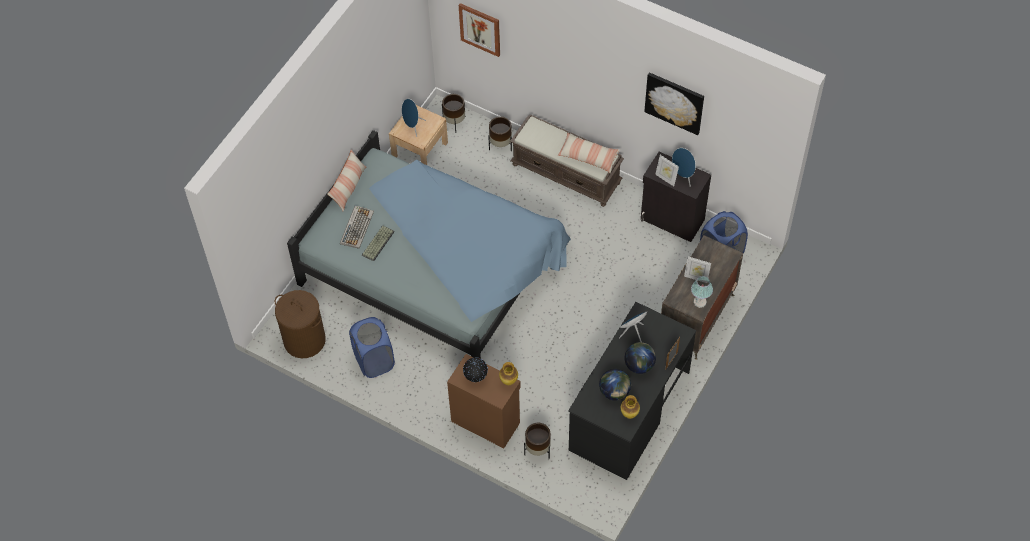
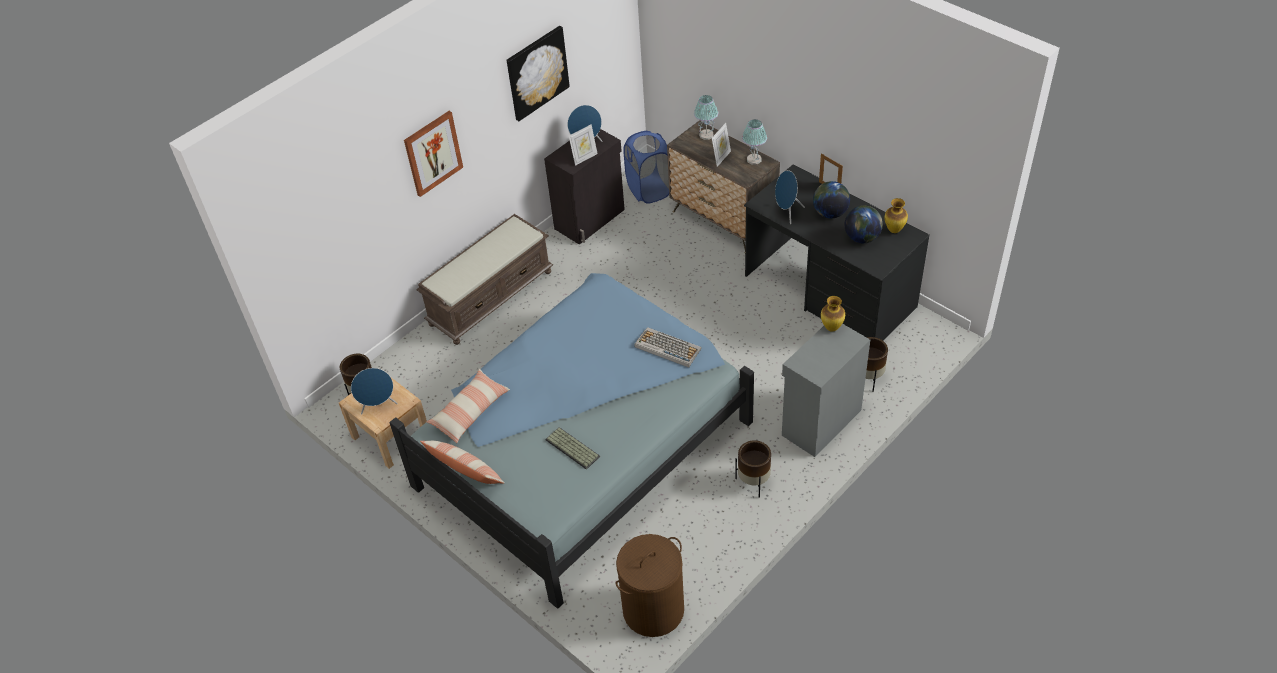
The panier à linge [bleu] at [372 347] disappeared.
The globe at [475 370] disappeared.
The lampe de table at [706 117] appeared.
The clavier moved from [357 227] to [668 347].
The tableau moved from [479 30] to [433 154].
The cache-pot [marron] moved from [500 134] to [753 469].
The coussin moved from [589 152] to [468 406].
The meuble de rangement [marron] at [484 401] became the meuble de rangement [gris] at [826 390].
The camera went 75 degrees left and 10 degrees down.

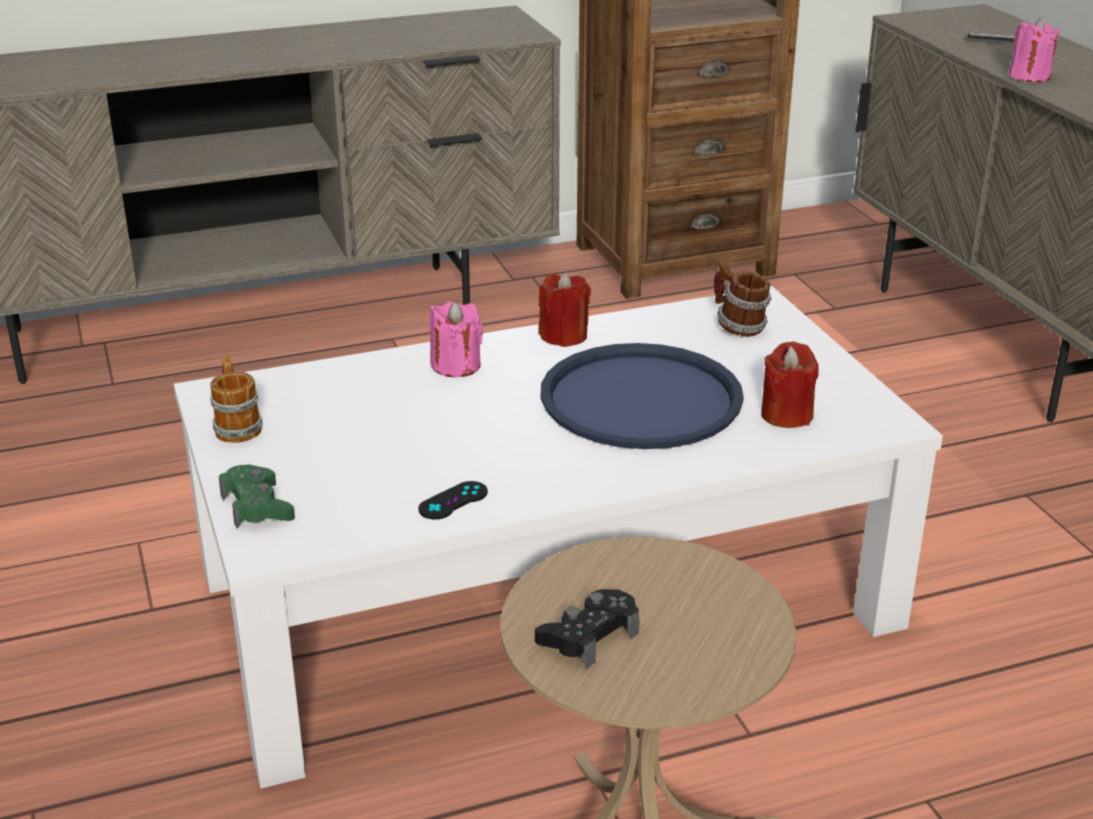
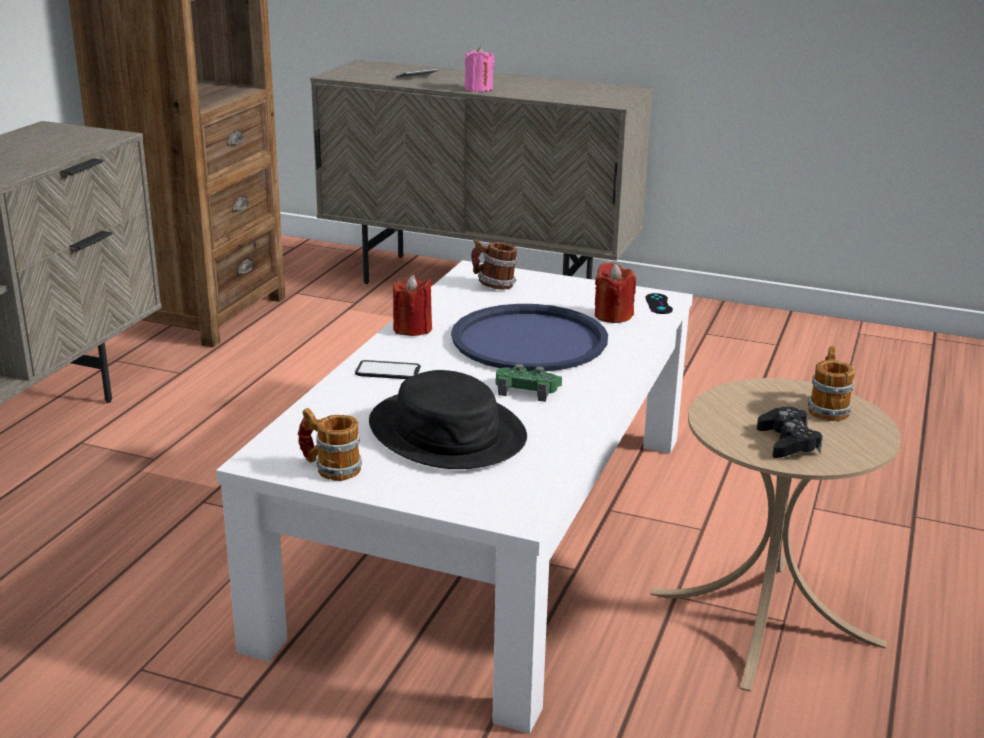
The chapeau [noir] at [448 419] appeared.
The mug at [831 383] appeared.
The manette [vert] moved from [257 496] to [529 383].
The manette [noir] moved from [453 500] to [659 303].
The bougie [rose] at [456 339] was replaced by the téléphone at [388 369].
The camera went 50 degrees left and 5 degrees down.

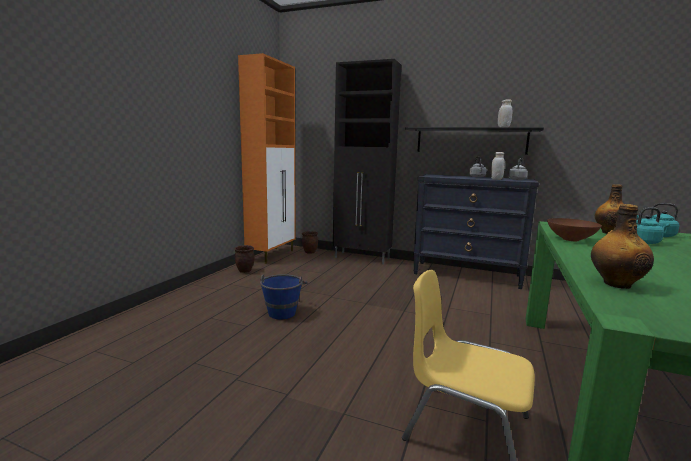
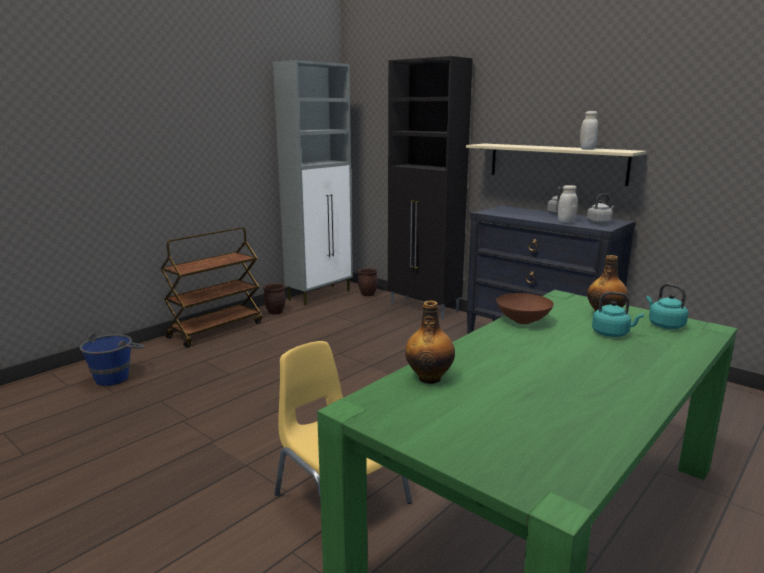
The chariot [marron] at [211 287] appeared.
The seau [bleu] moved from [283 296] to [112 359].
The meuble de rangement [orange] at [267 158] became the meuble de rangement [gris] at [313 183].
The étagère [noir] at [474 141] became the étagère [beige] at [556 164].
The camera went 20 degrees right and 5 degrees up.

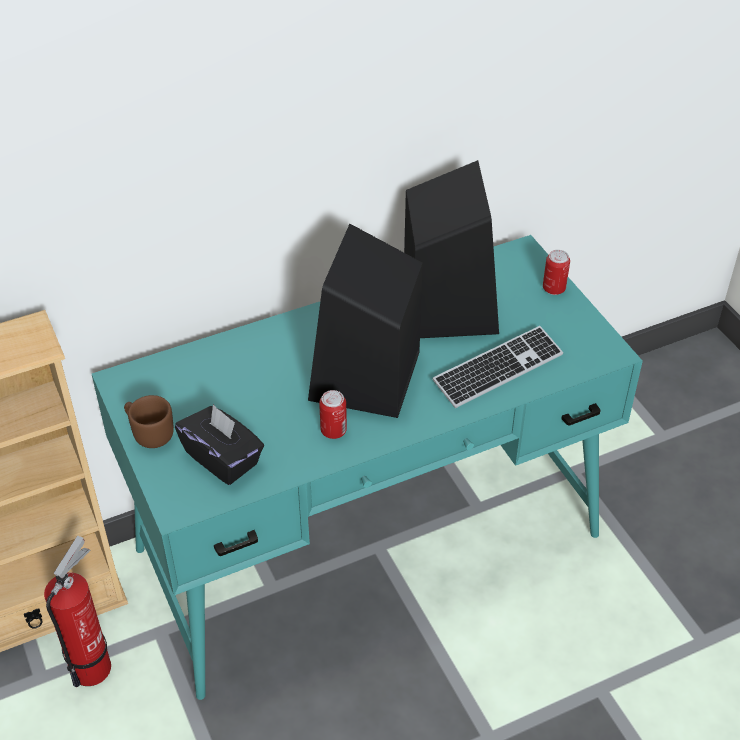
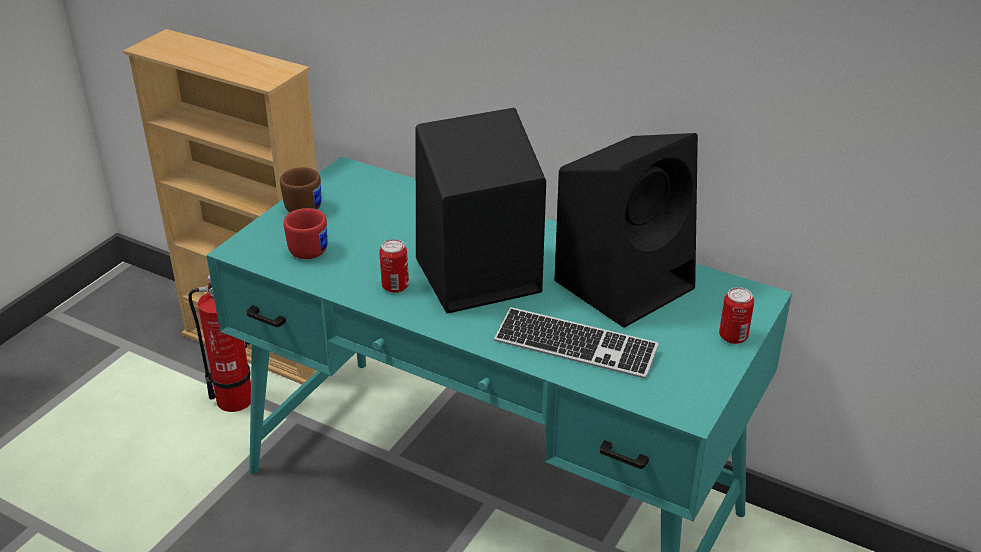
The boîte à mouchoirs [noir] at [219 444] was replaced by the mug [rouge] at [306 233].
The camera went 55 degrees right and 10 degrees down.

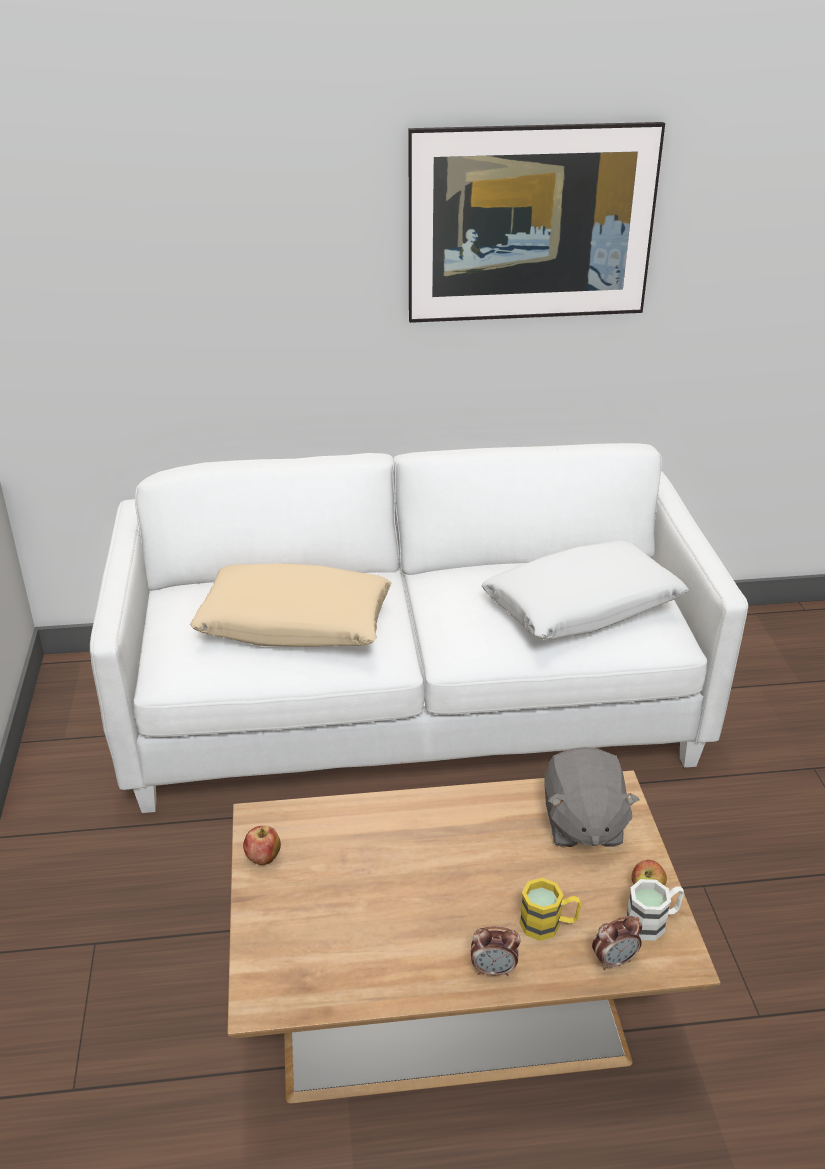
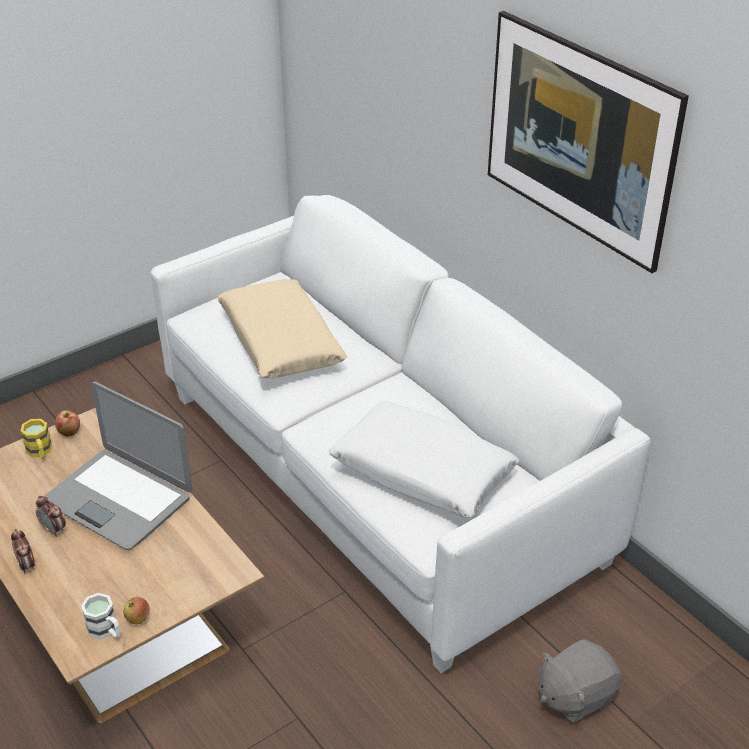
The ordinateur portable at [118 466] appeared.
The mug [jaune] moved from [550 909] to [36 439].
The peluche [gris] moved from [592 797] to [580 681].
The réveil moved from [617 943] to [51 516].
The camera went 60 degrees right and 5 degrees up.

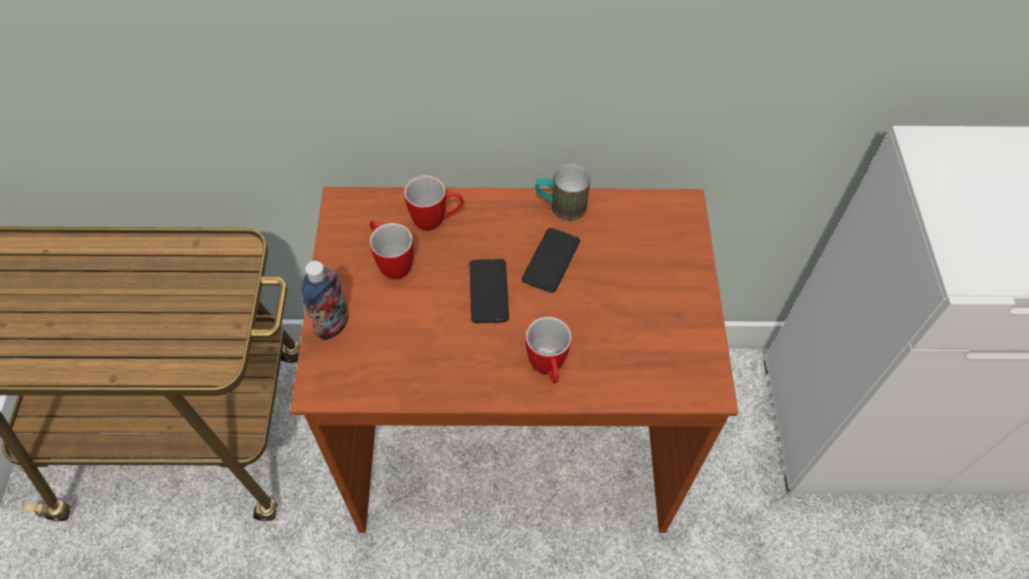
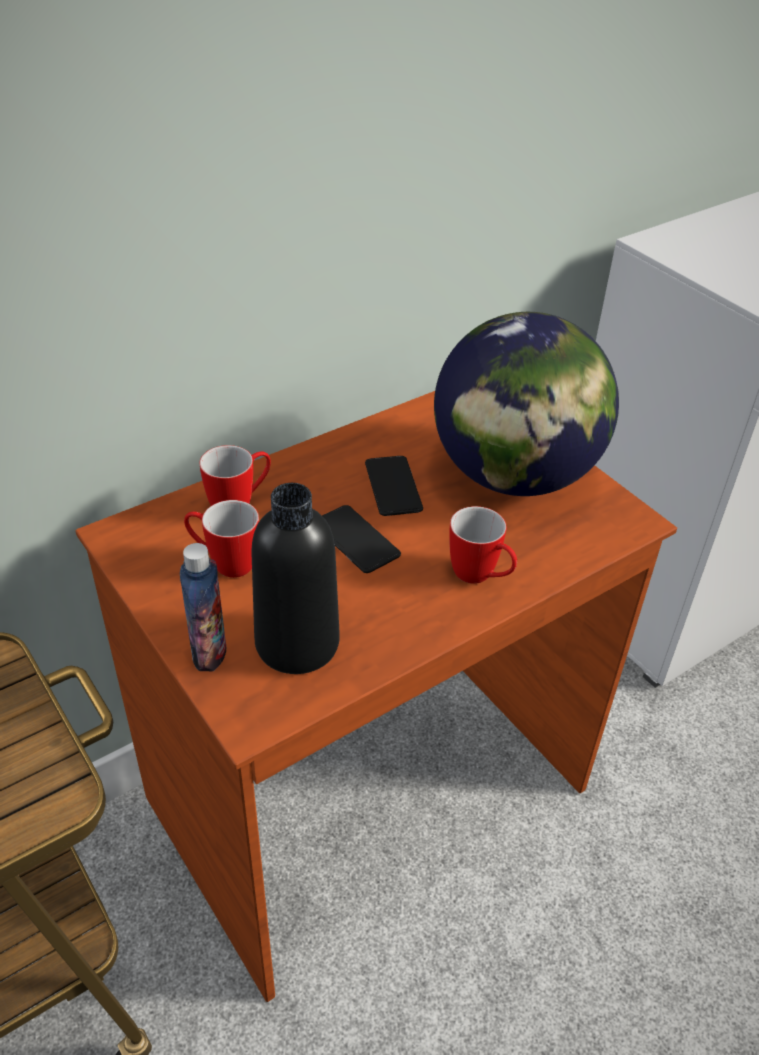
The mug at [563 192] disappeared.
The bouteille [noir] at [295 578] appeared.
The globe at [526 404] appeared.
The camera went 35 degrees left and 15 degrees down.

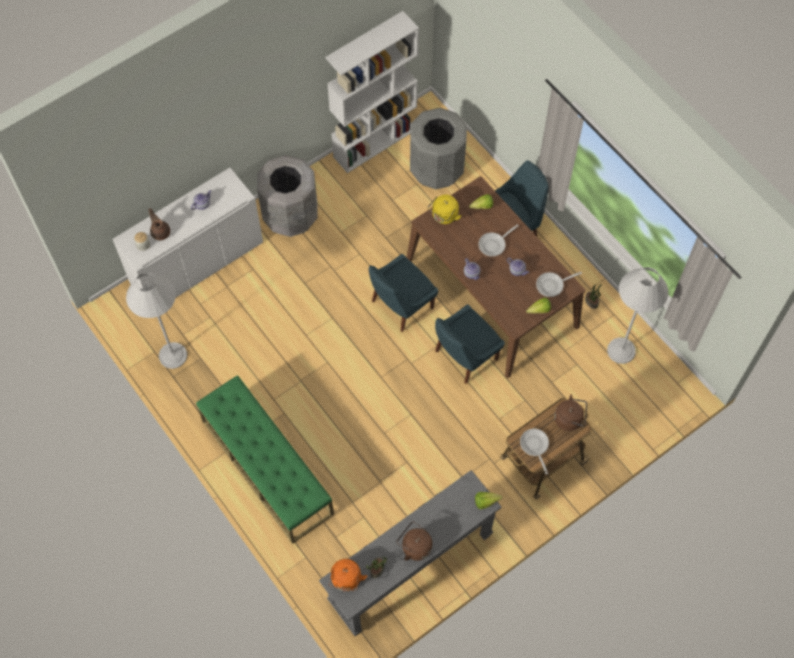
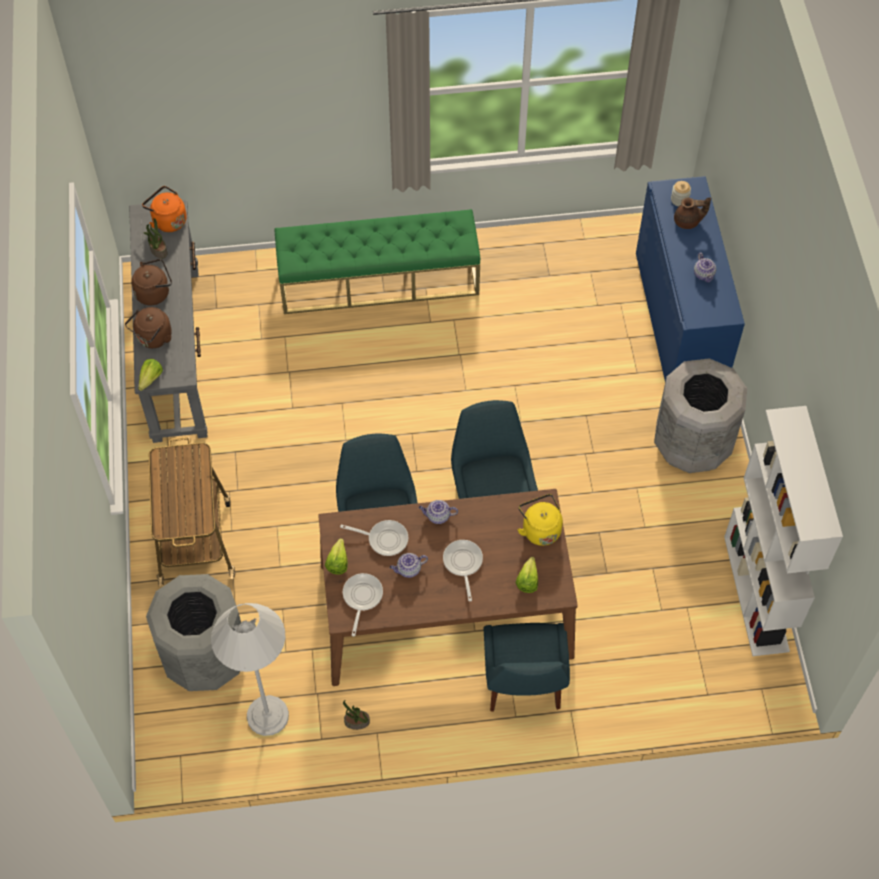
The lampadaire [blanc] at [156 321] disappeared.
The poubelle [gris] moved from [438 148] to [193 632].
The poêle moved from [534 451] to [374 538].
The bouilloire [marron] moved from [570 412] to [148 327].
The meuble de rangement [blanc] at [188 232] became the meuble de rangement [bleu] at [690 279].
The camera went 120 degrees right and 5 degrees down.

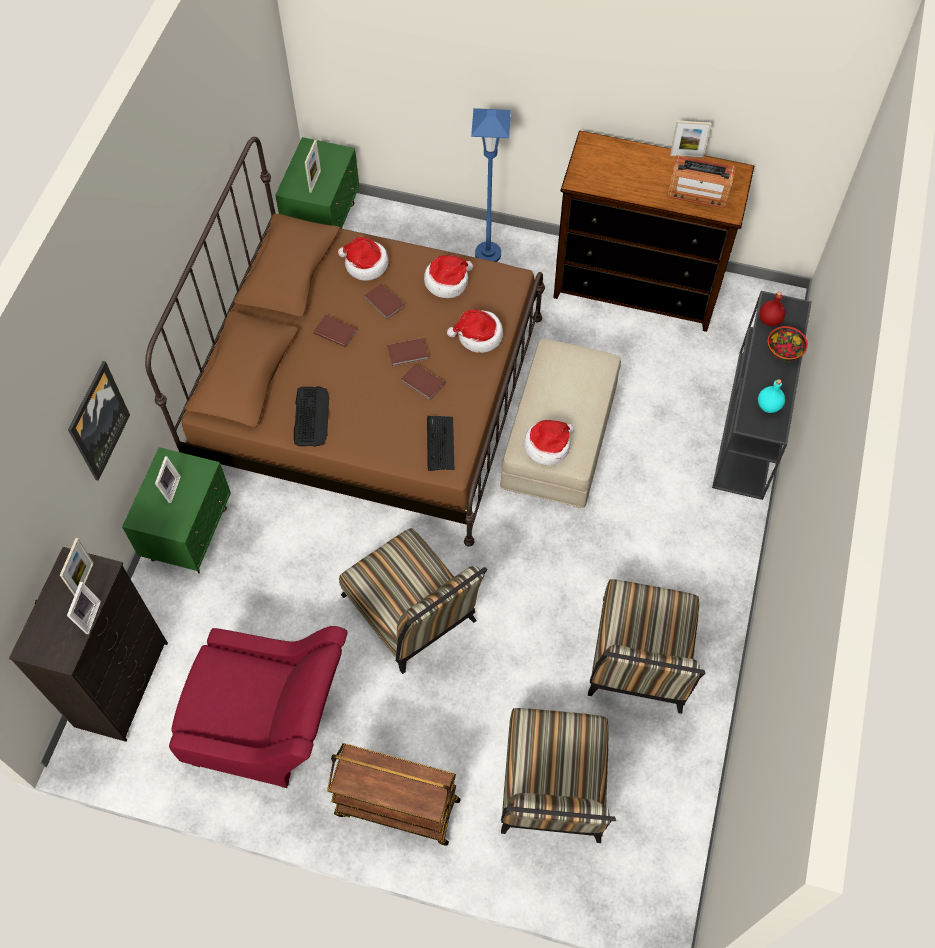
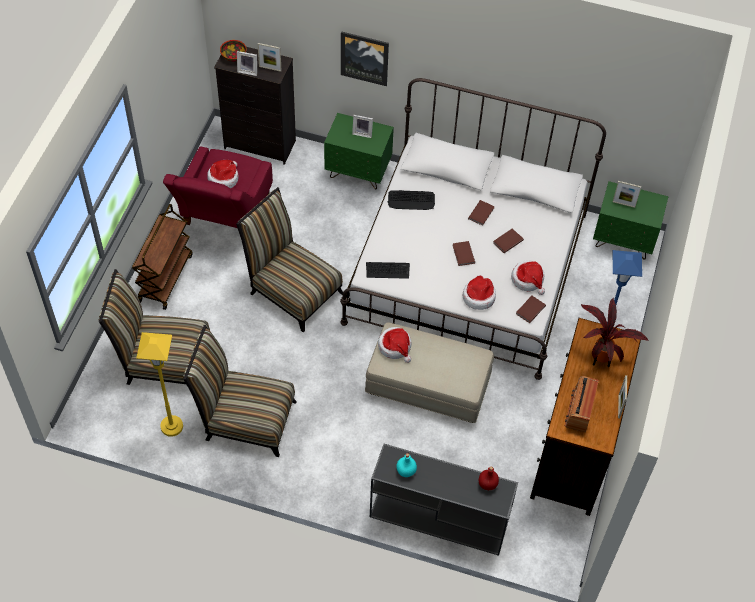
The lampadaire [jaune] at [159 384] appeared.
The plante en pot at [615 332] appeared.
The chapeau moved from [363 259] to [223 174].
The livre [marron] moved from [423 382] to [531 309].
The bol moved from [788 343] to [233 51].
The lit [marron] at [345 342] became the lit [blanc] at [473 229].
The chaise at [413 601] turned 75 degrees clockwise.
The camera went 90 degrees right and 5 degrees down.

